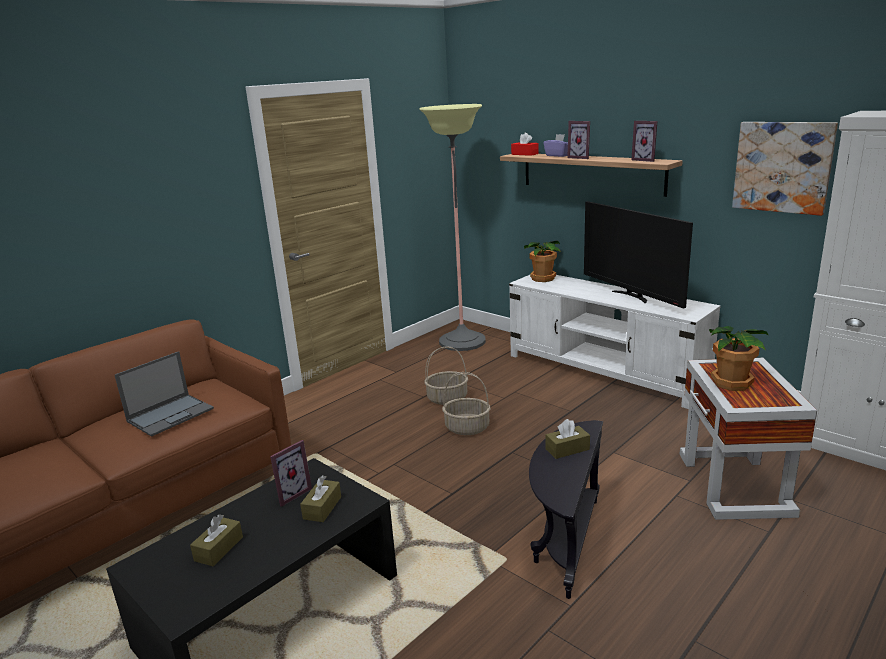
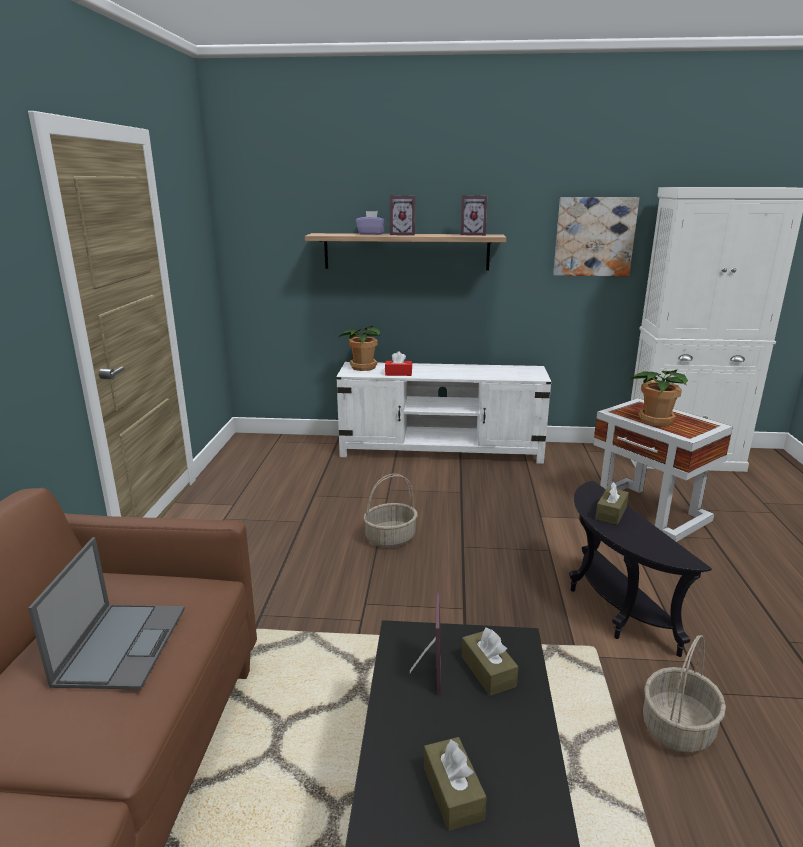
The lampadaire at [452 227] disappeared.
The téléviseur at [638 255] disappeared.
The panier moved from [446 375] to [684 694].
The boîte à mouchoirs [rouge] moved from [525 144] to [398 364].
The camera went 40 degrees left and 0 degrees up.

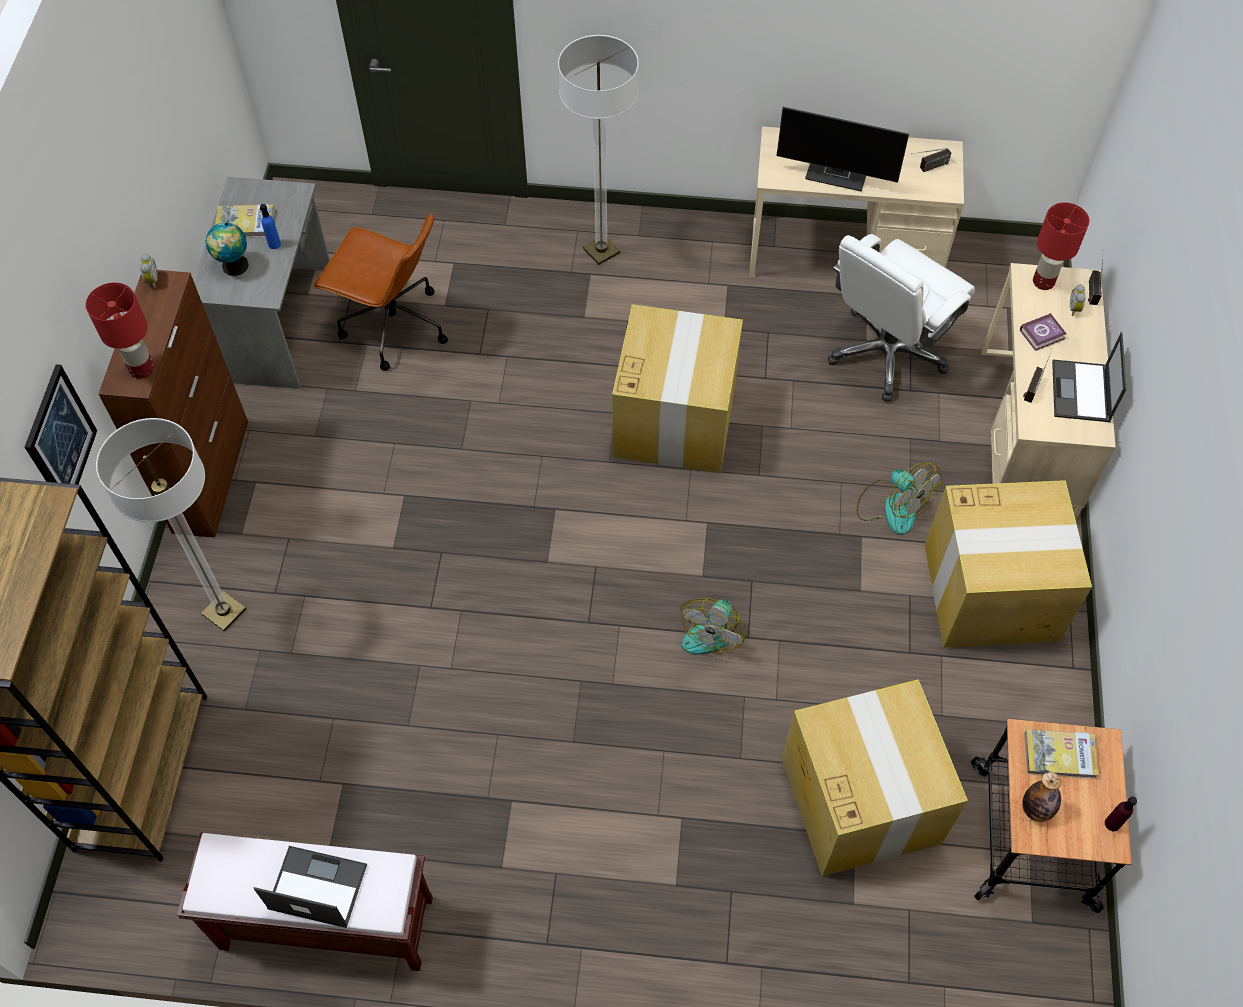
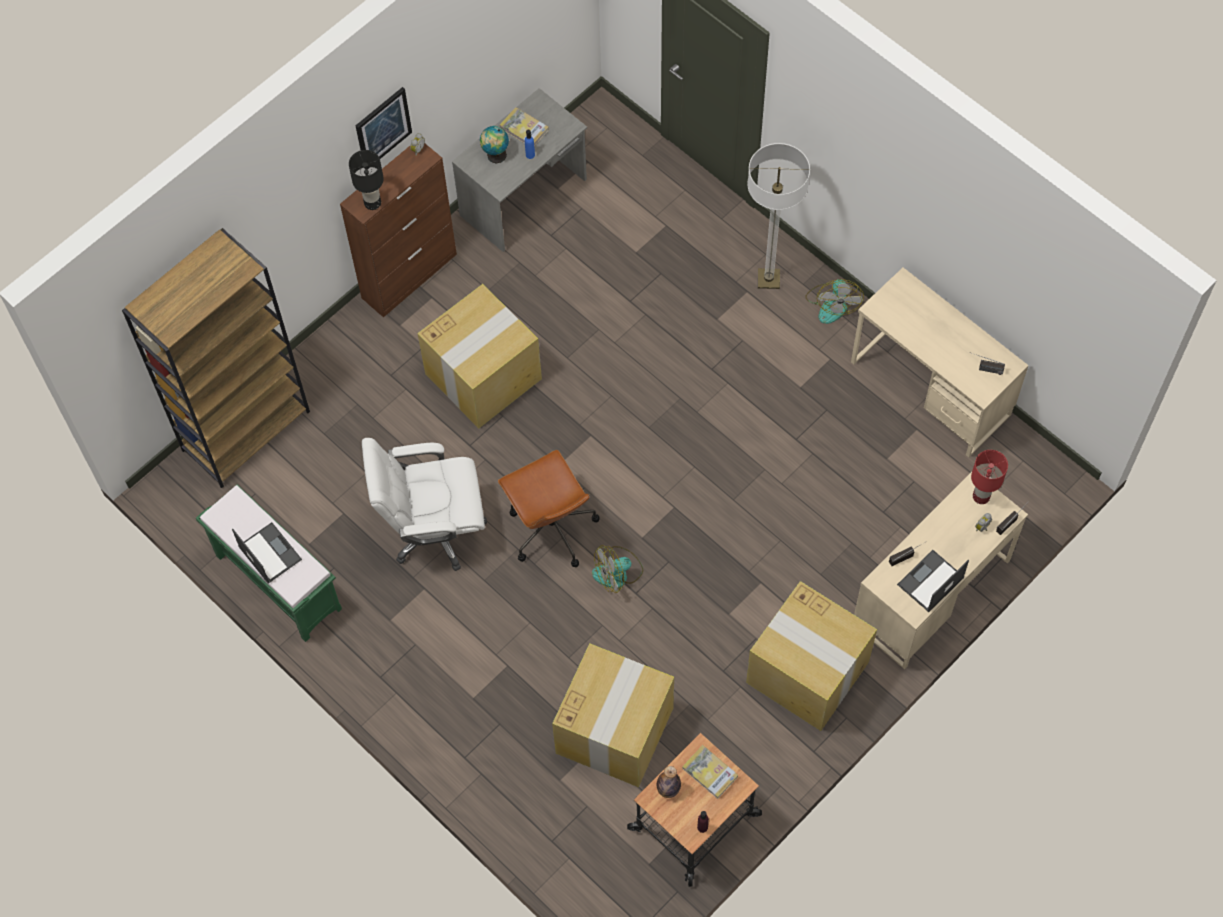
The lampadaire at [171 524] disappeared.
The écran d'ordinateur at [842 149] disappeared.
The livre at [1043 332] disappeared.
The tableau moved from [61 424] to [383 128].
The chaise de bureau [marron] moved from [380 292] to [549 508].
The carton moved from [677 389] to [480 356].
The chaise de bureau [blanc] moved from [901 318] to [424 504].
The ventilateur moved from [899 498] to [834 301].
The lampe de table [rouge] at [120 330] became the lampe de table [noir] at [366 180].
The banc [marron] at [305 902] became the banc [vert] at [269 563].
The camera went 40 degrees right and 5 degrees up.

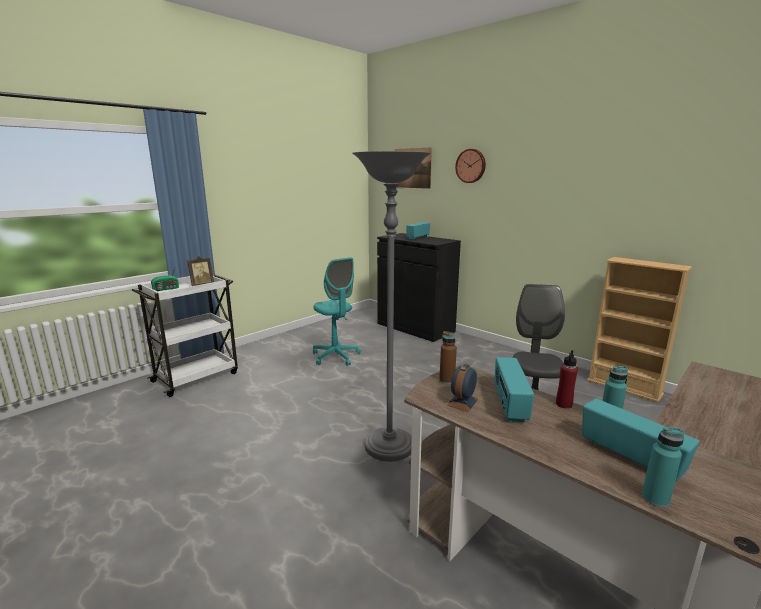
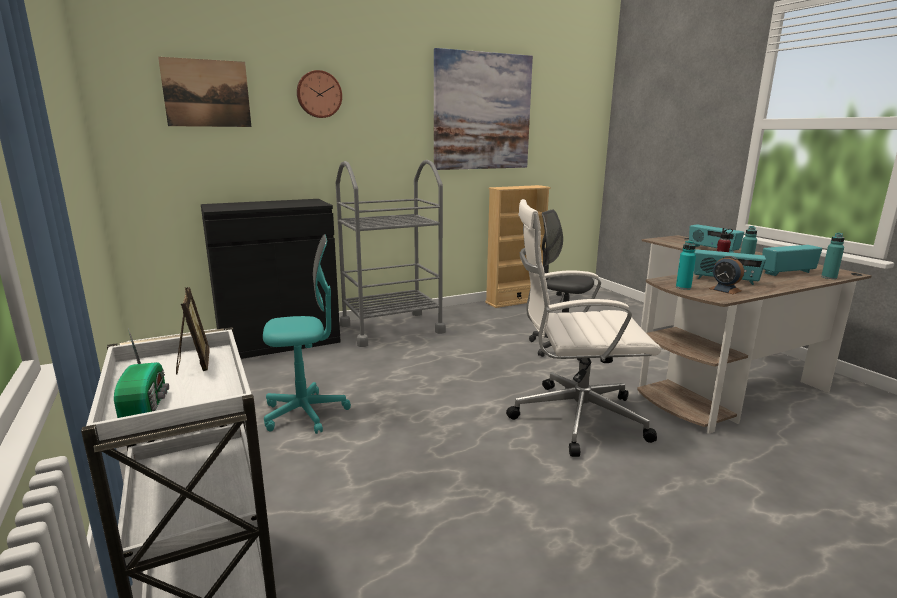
The chariot [gris] at [391 253] appeared.
The tableau at [483 109] appeared.
The radio moved from [418 231] to [716 238].
The lampadaire [gris] at [391 306] was replaced by the chaise de bureau [blanc] at [583 328].
The bouteille [marron] at [448 357] became the bouteille [turquoise] at [686 265].
The camera went 70 degrees left and 0 degrees up.

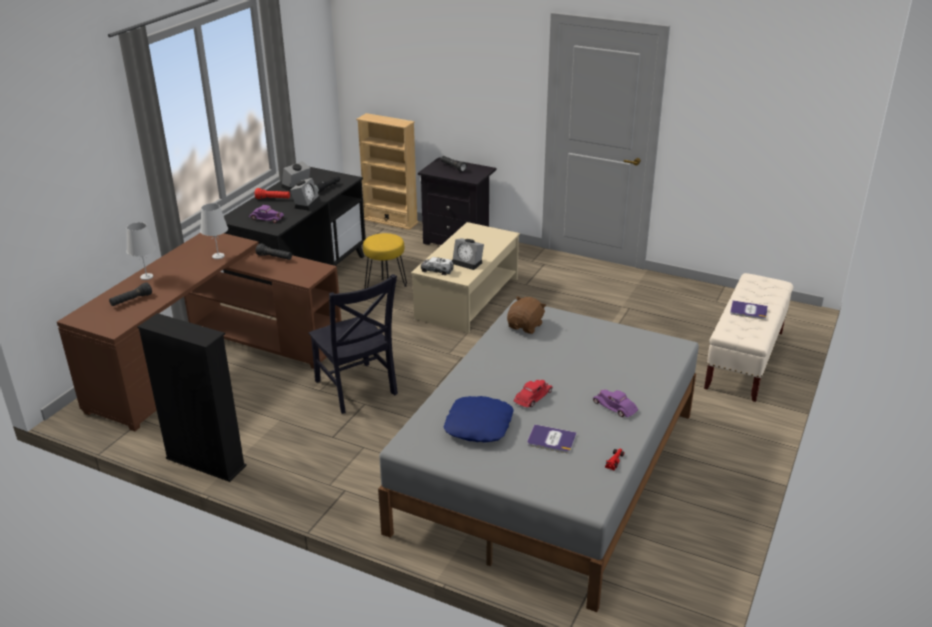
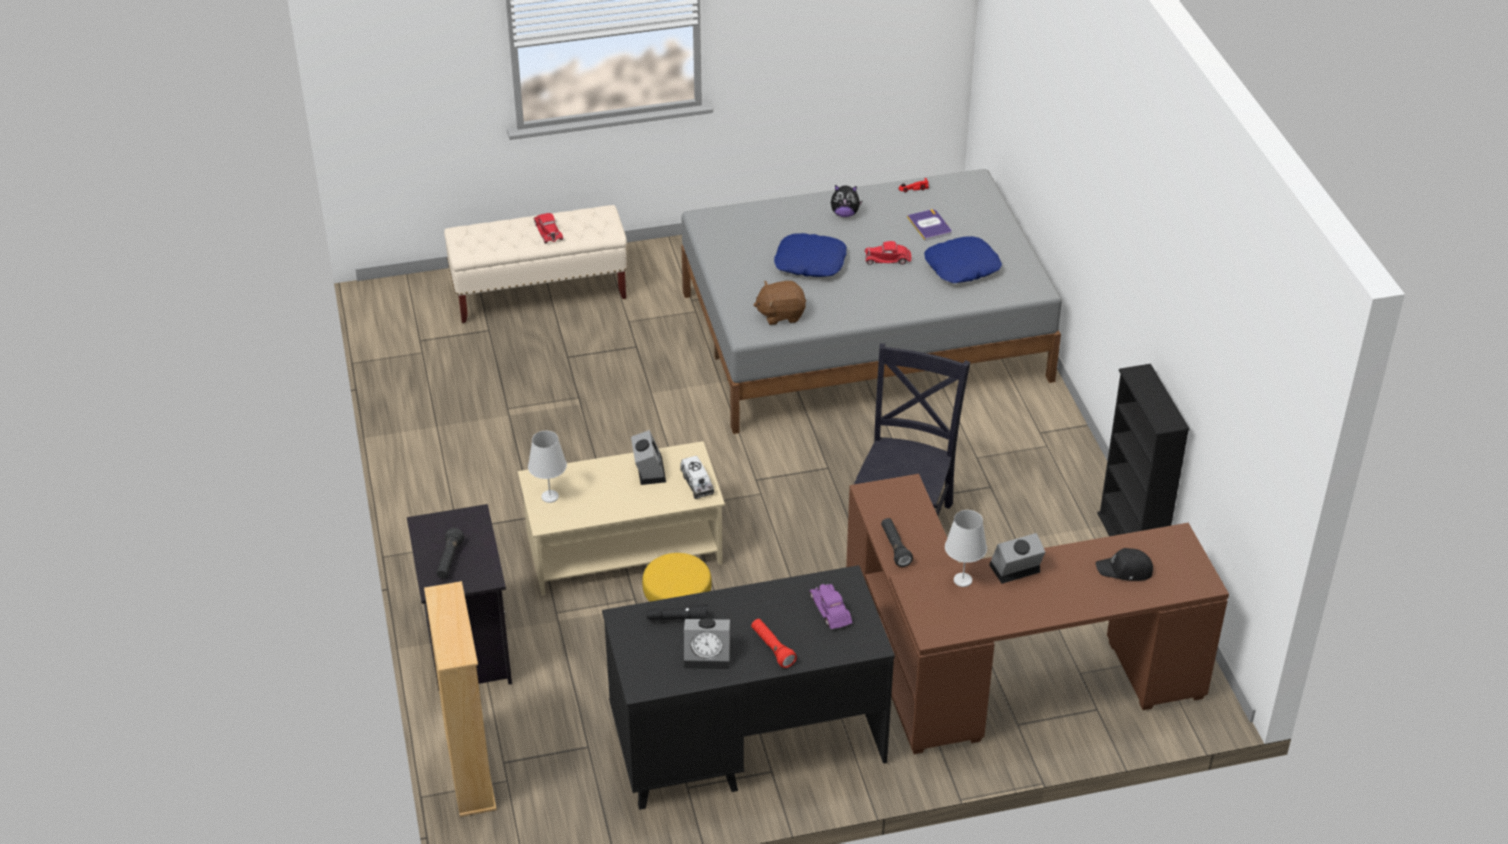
The coussin [bleu] at [810 255] appeared.
The lampe de table [blanc] moved from [141 251] to [547 467].
The réveil moved from [305 194] to [1017 558].
The lampe de poche [noir] at [130 294] was replaced by the casquette [noir] at [1124 564].
The petite voiture [violet] at [615 403] was replaced by the peluche at [847 201].
The livre at [749 310] was replaced by the petite voiture [rouge] at [548 228].
The camera went 130 degrees left and 10 degrees up.

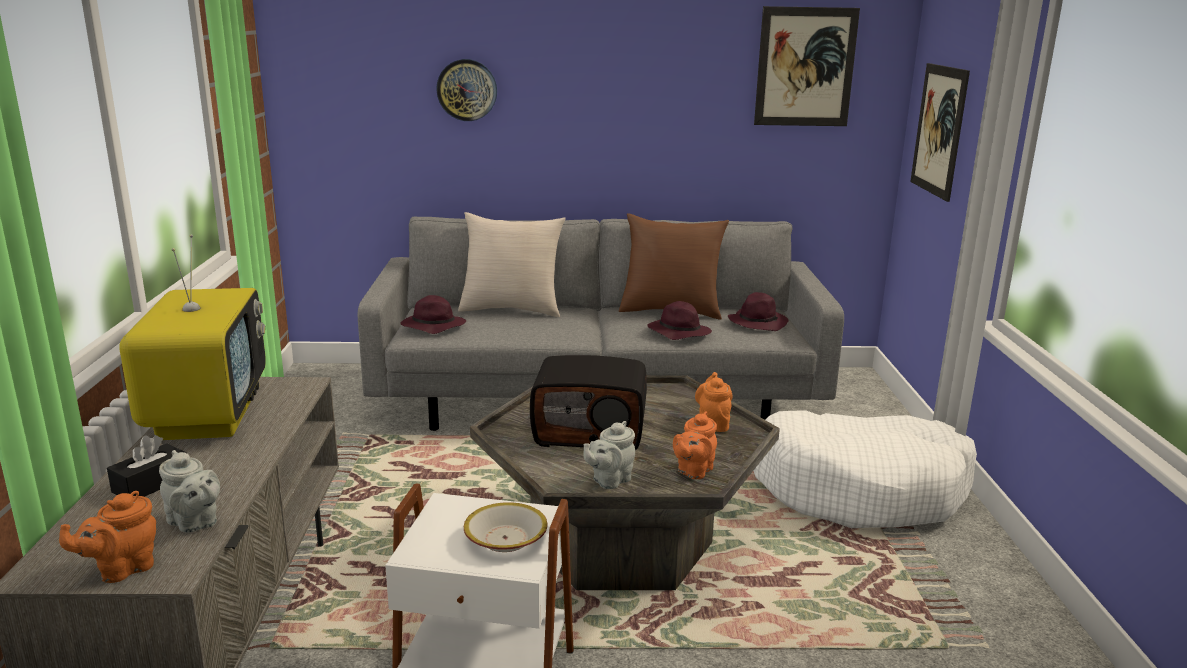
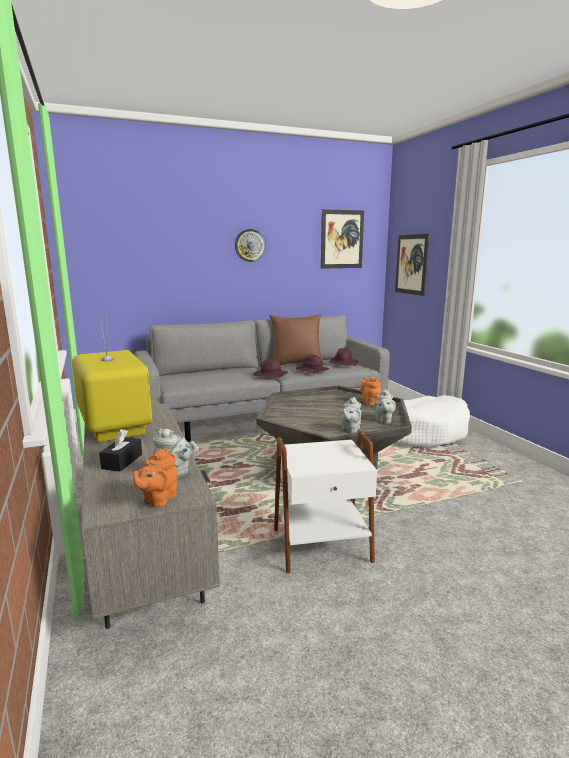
The coussin [beige] at [511 265] disappeared.
The bol at [506 527] disappeared.
The radio at [588 402] disappeared.
The chapeau [violet] moved from [433 314] to [270 368].
The horloge murale moved from [466 90] to [250 245].
The théière [orange] at [695 445] became the théière [gris] at [384 406].
The camera went 20 degrees left and 5 degrees down.

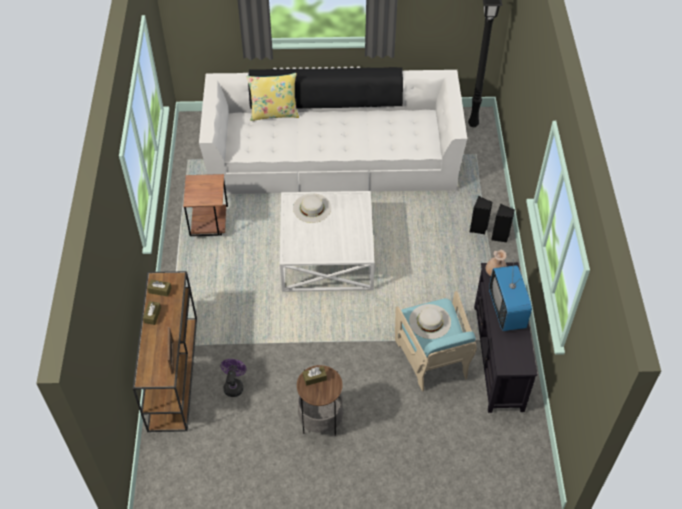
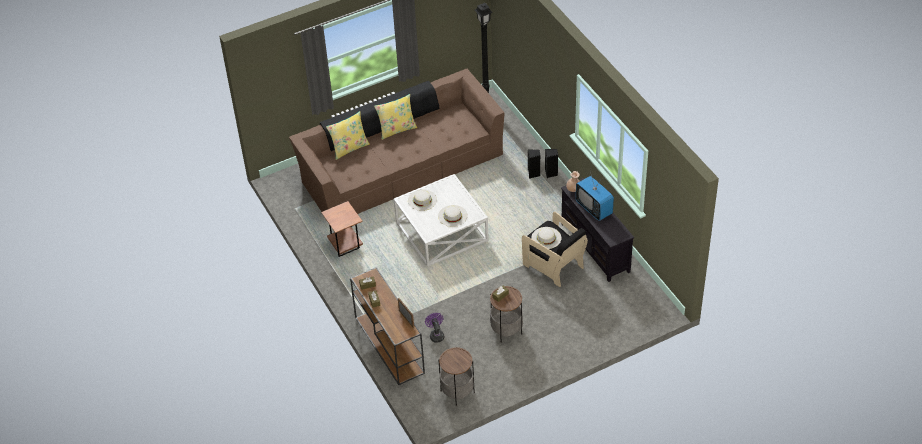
The coussin [jaune] at [395 117] appeared.
The chapeau [blanc] at [453 216] appeared.
The table d'appoint at [457 376] appeared.
The canapé [blanc] at [333 130] became the canapé [marron] at [397 141].
The fauteuil [turquoise] at [436 341] became the fauteuil [noir] at [555 249].
The camera went 25 degrees left and 5 degrees down.

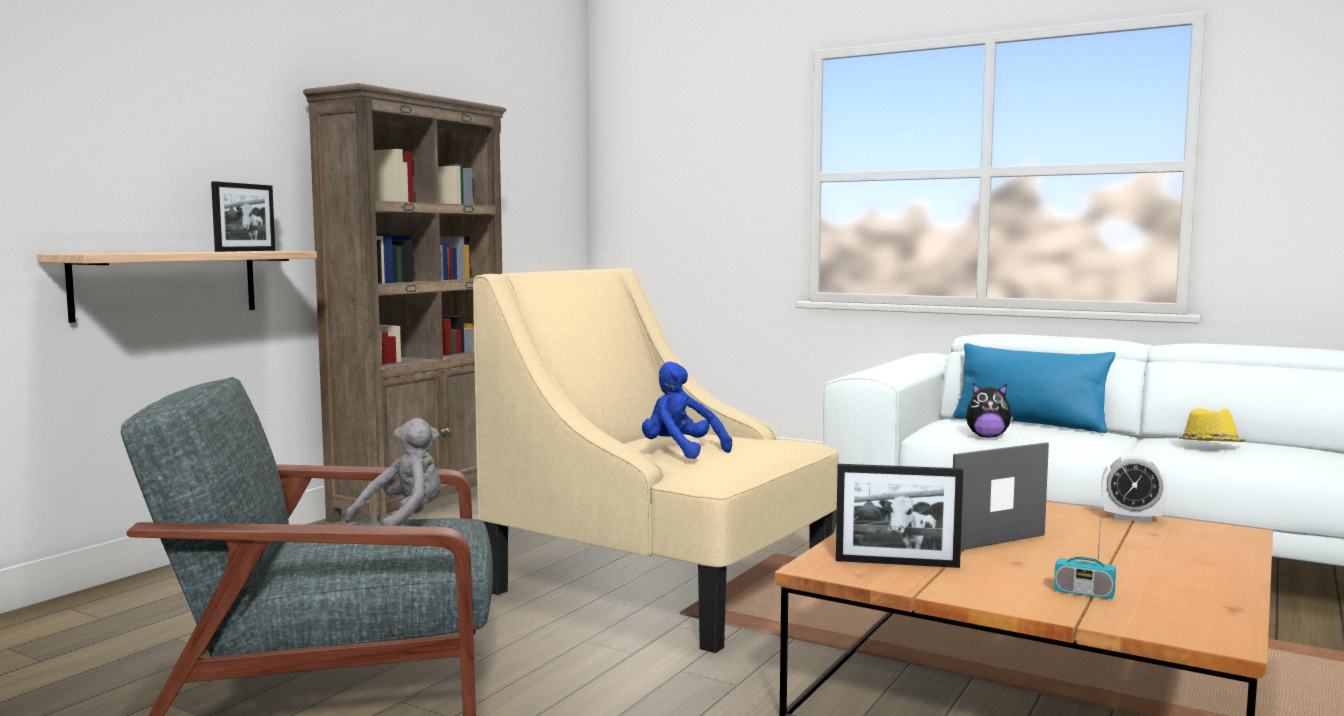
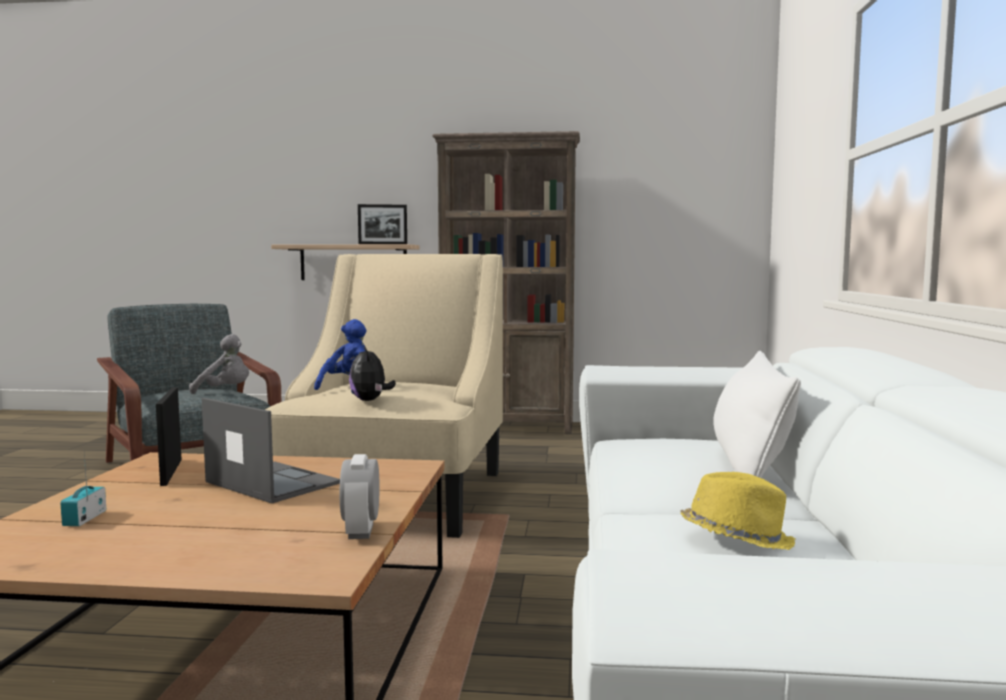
The peluche moved from [989 410] to [372 373].
The coussin [bleu] at [1034 388] became the coussin [blanc] at [757 414].
The camera went 65 degrees right and 0 degrees up.

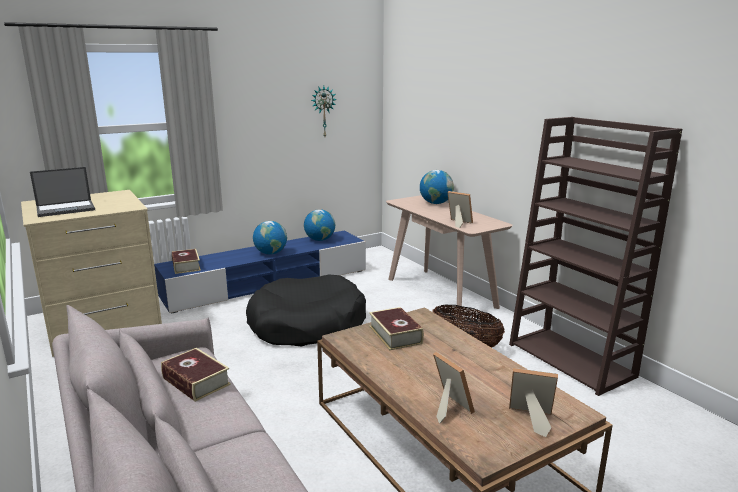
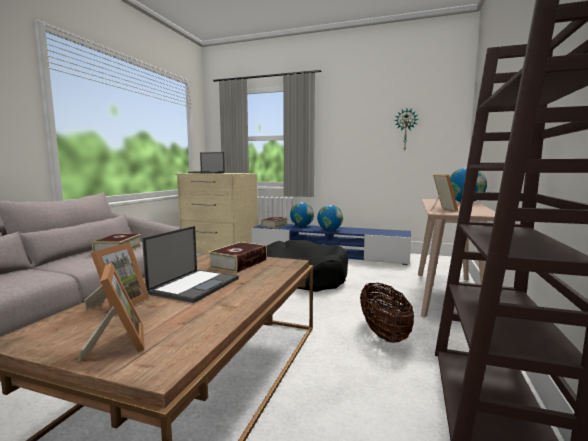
The ordinateur portable at [190 264] appeared.
The globe moved from [319 225] to [302 214].
The camera went 50 degrees right and 10 degrees down.

